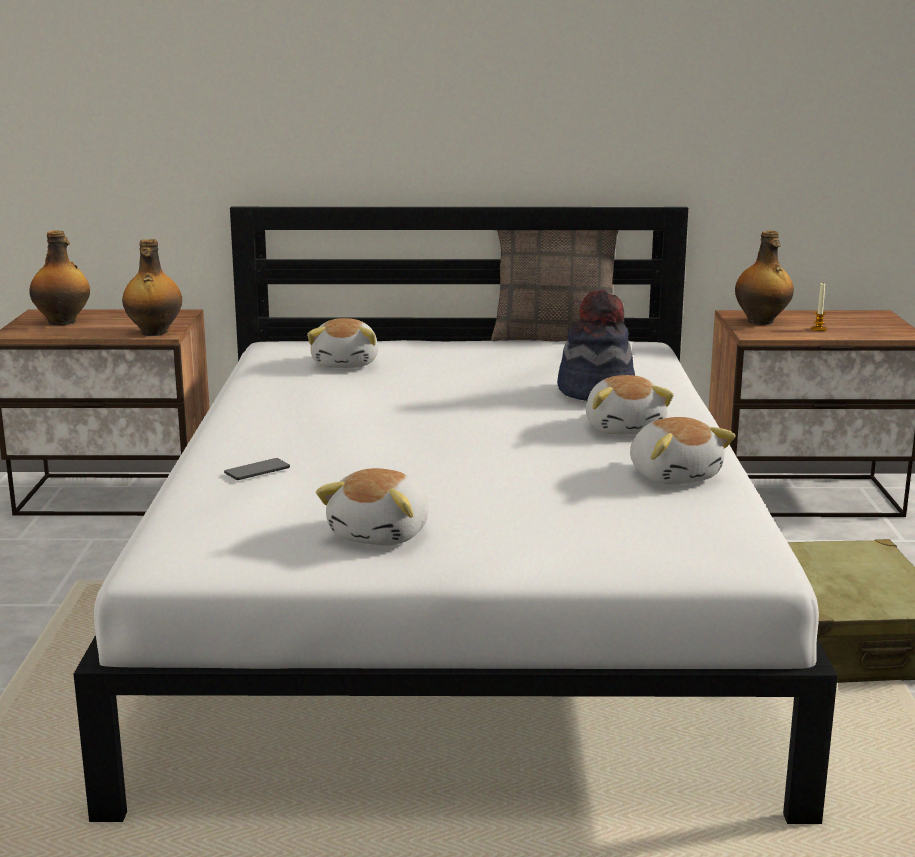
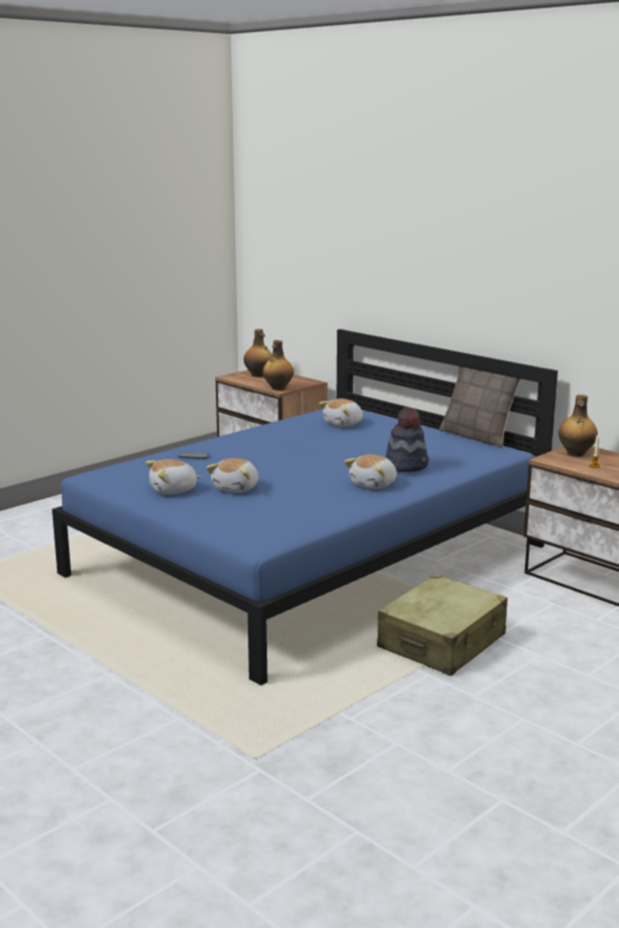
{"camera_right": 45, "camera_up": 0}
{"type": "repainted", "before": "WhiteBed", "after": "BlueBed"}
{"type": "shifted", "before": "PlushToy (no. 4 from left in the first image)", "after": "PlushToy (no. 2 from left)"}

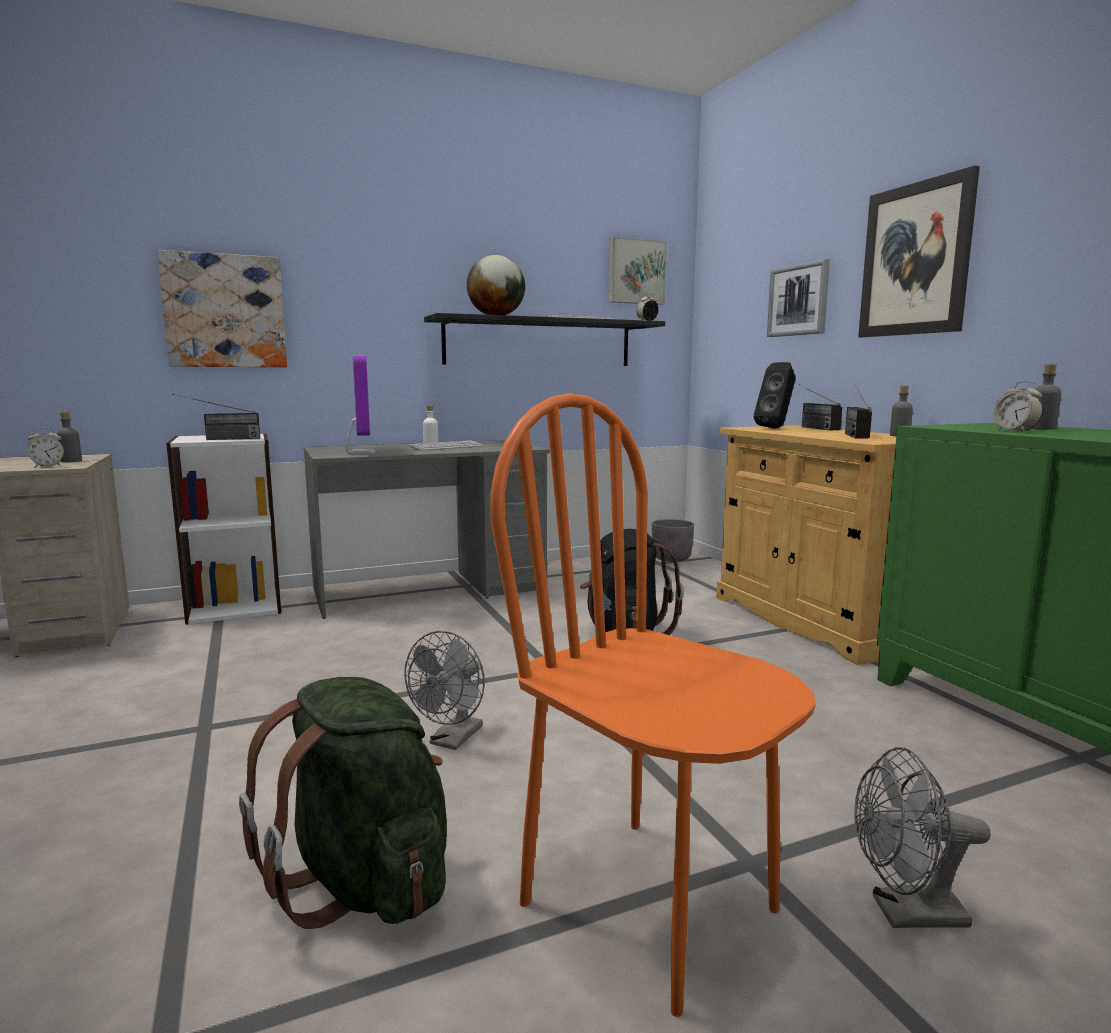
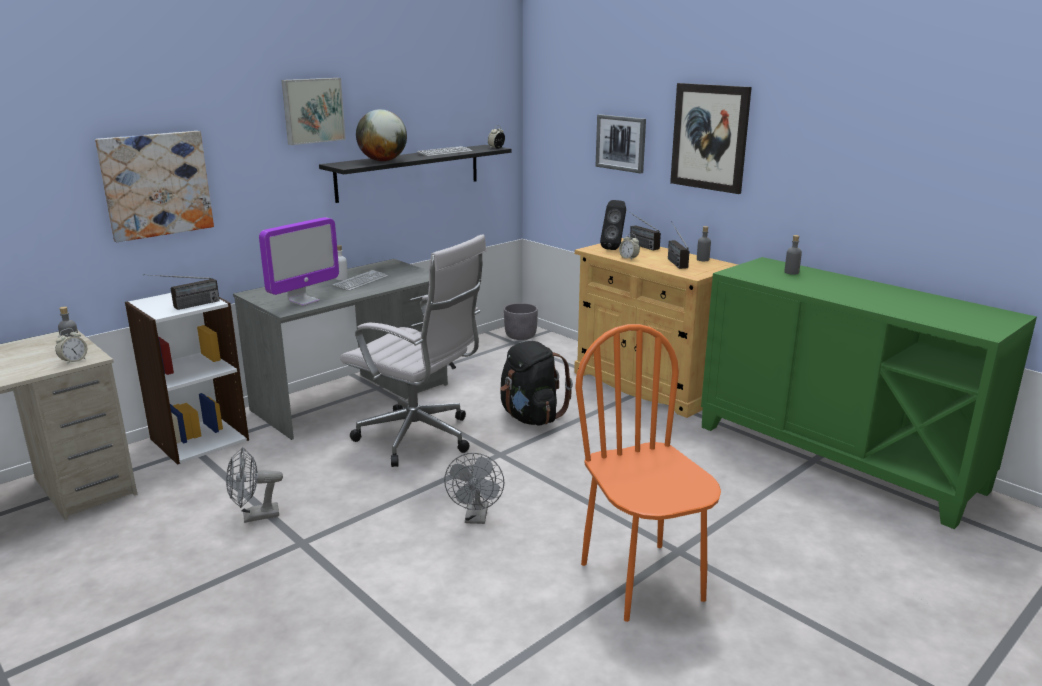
{"camera_right": -20, "camera_up": 10}
{"type": "gone", "before": "GreenBackpack"}
{"type": "rotated", "before": "Monitor", "turn": 75}
{"type": "rotated", "before": "OrangeChair", "turn": 45}
{"type": "shifted", "before": "Picture (no. 2 from left)"}
{"type": "shifted", "before": "GreyFan (no. 2 from left in the first image)", "after": "GreyFan (no. 1 from left)"}
{"type": "shifted", "before": "AlarmClock (no. 3 from left)"}
{"type": "new", "after": "WhiteOfficeChair"}

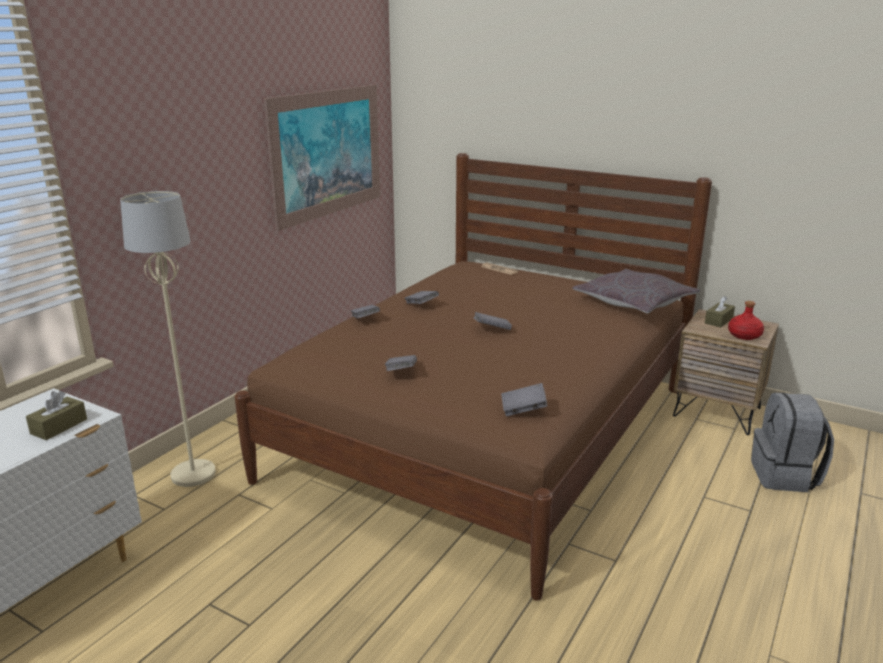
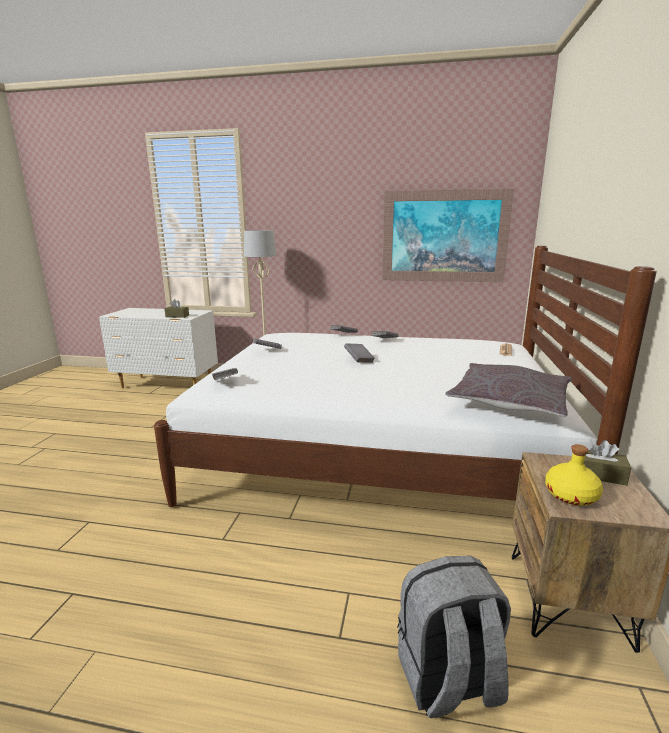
{"camera_right": 70, "camera_up": -5}
{"type": "repainted", "before": "BrownBed", "after": "WhiteBed"}
{"type": "repainted", "before": "RedBottle", "after": "YellowBottle"}

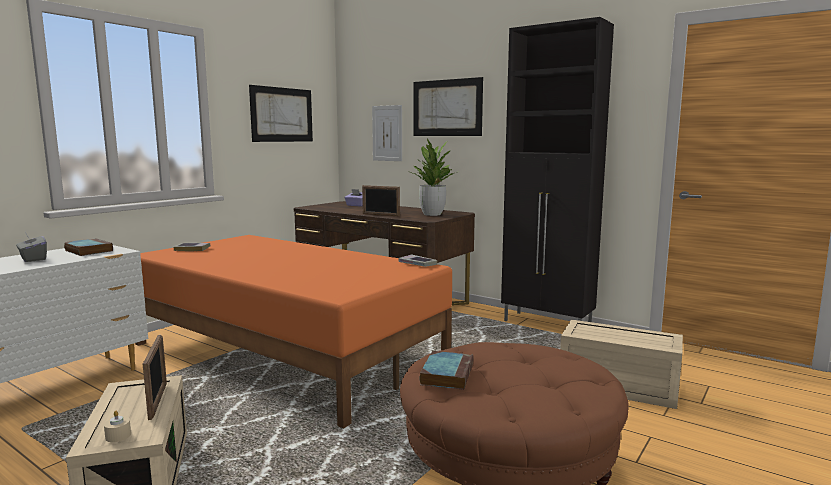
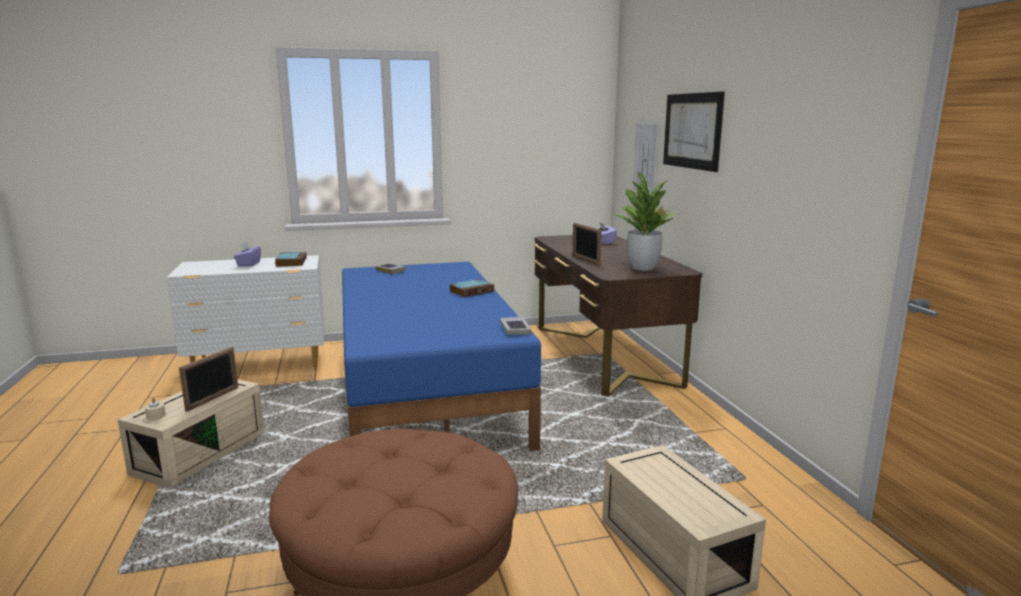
{"camera_right": 40, "camera_up": 5}
{"type": "repainted", "before": "GreyTissueBox", "after": "PurpleTissueBox (no. 1 from left)"}
{"type": "repainted", "before": "OrangeBed", "after": "BlueBed"}
{"type": "gone", "before": "Picture (no. 1 from left)"}
{"type": "shifted", "before": "Book (no. 4 from left in the first image)", "after": "Book (no. 3 from left)"}
{"type": "gone", "before": "BlackCabinet"}

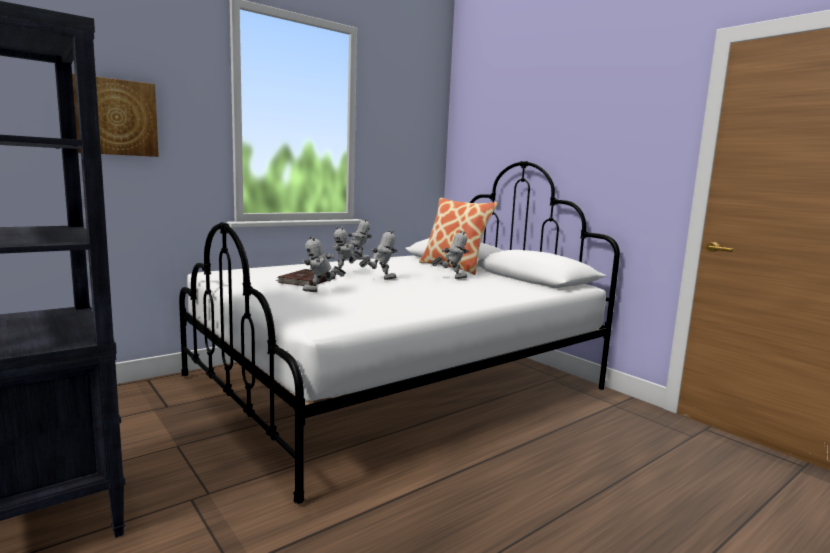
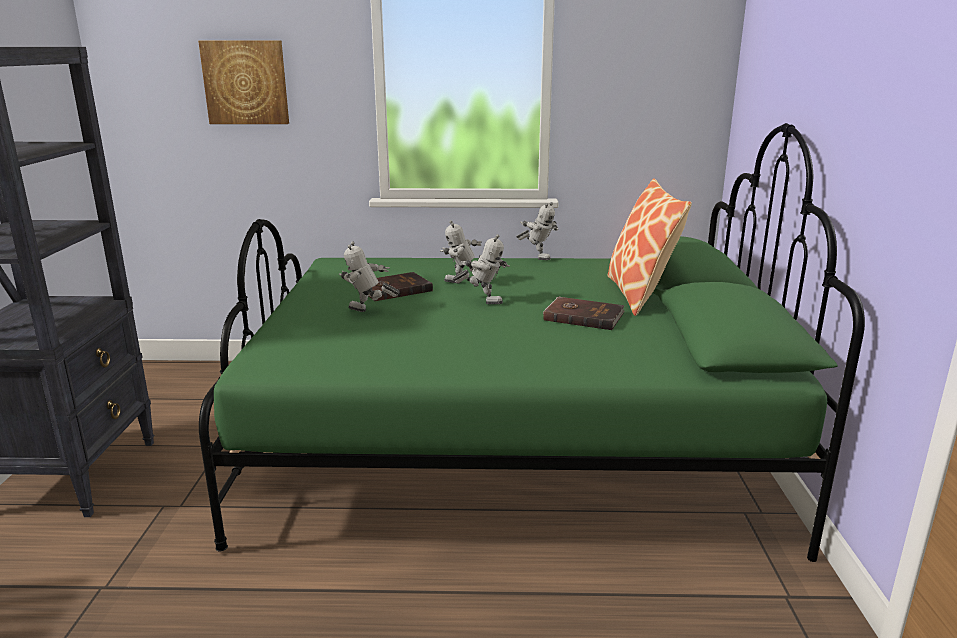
{"camera_right": 40, "camera_up": 10}
{"type": "repainted", "before": "WhiteBed", "after": "GreenBed"}
{"type": "swapped", "before": "ToyRobot (no. 5 from left)", "after": "BrownBook (no. 2 from left)"}

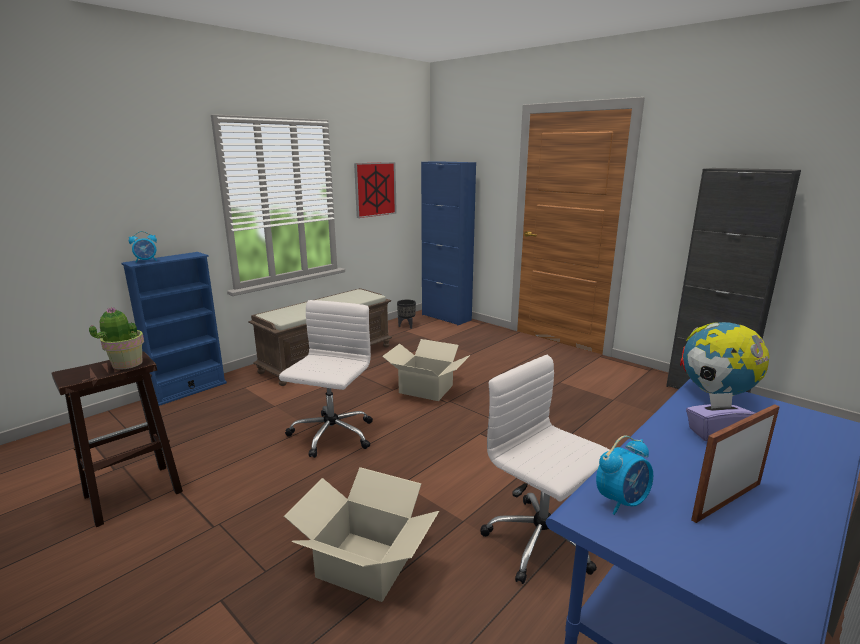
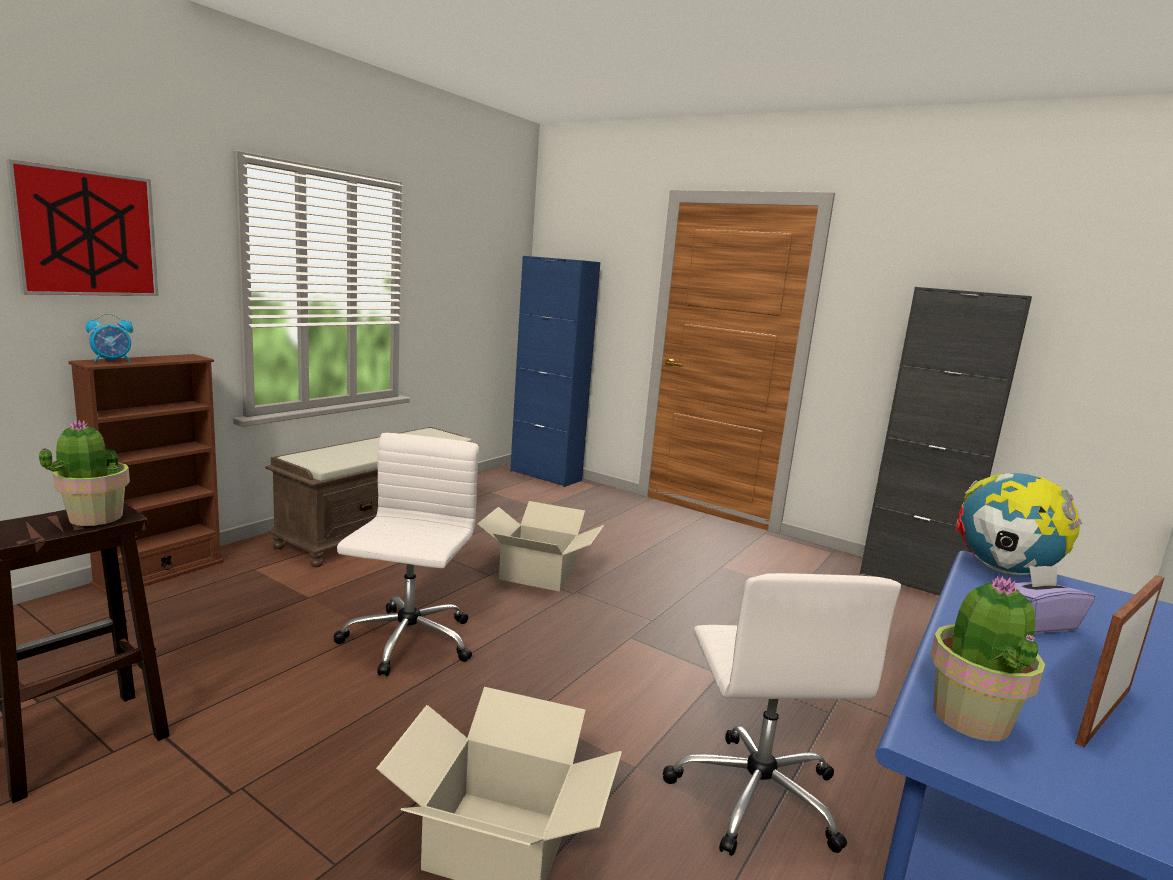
{"camera_right": -10, "camera_up": -5}
{"type": "repainted", "before": "BlueBookcase", "after": "BrownBookcase"}
{"type": "shifted", "before": "Picture"}
{"type": "gone", "before": "BlackPlanter"}
{"type": "rotated", "before": "WhiteOfficeChair (no. 2 from left)", "turn": -135}
{"type": "swapped", "before": "AlarmClock (no. 2 from left)", "after": "PottedPlant (no. 2 from left)"}

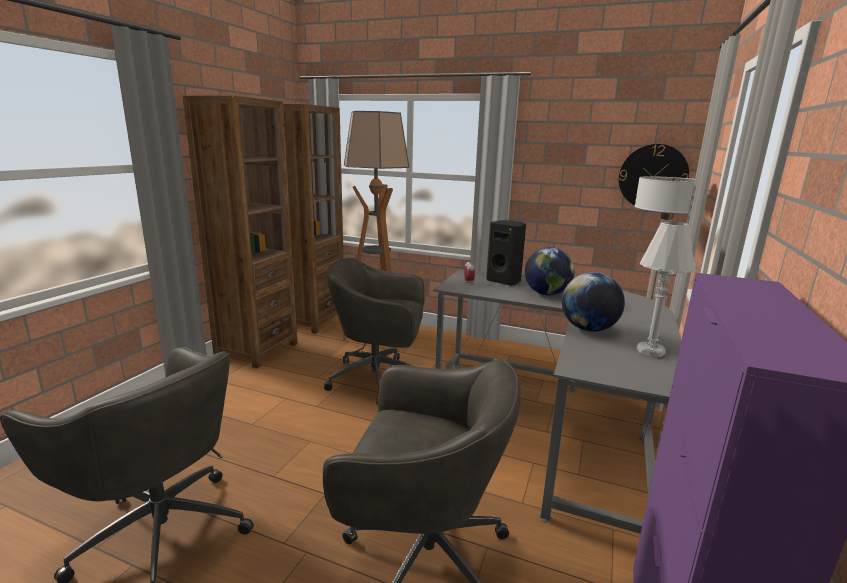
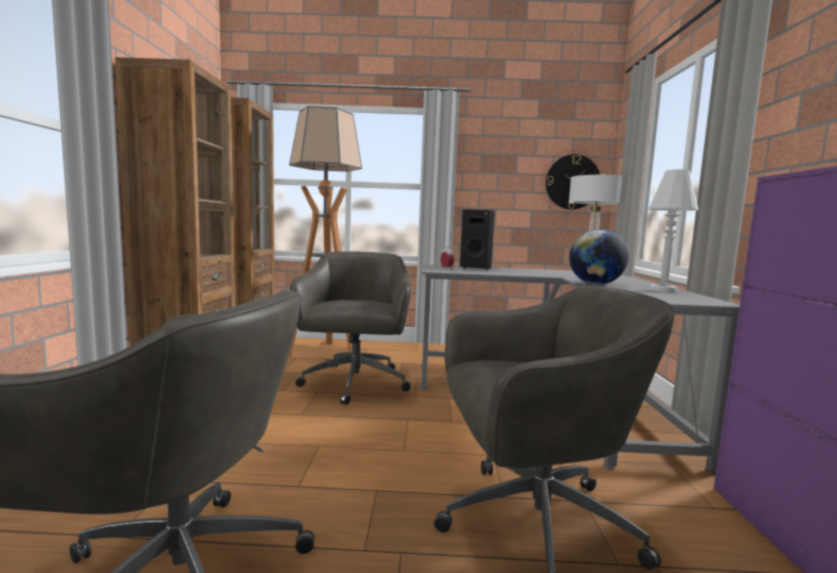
{"camera_right": -20, "camera_up": -10}
{"type": "rotated", "before": "GreyOfficeChair (no. 2 from left)", "turn": 105}
{"type": "gone", "before": "Globe (no. 1 from left)"}

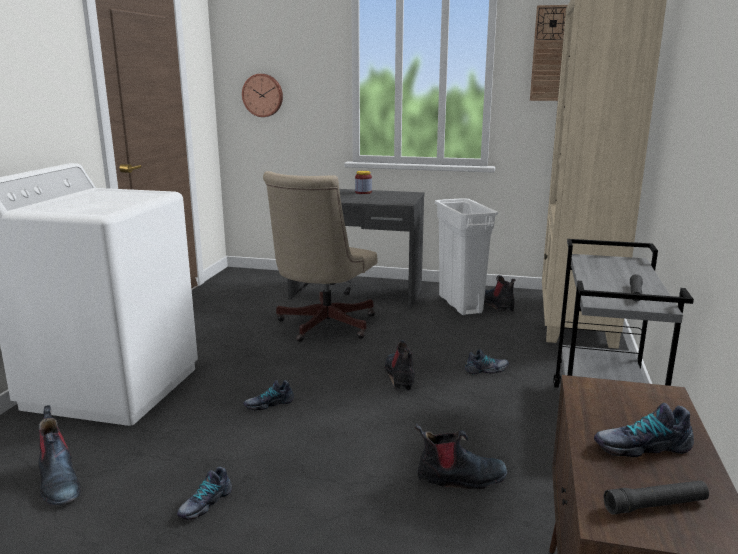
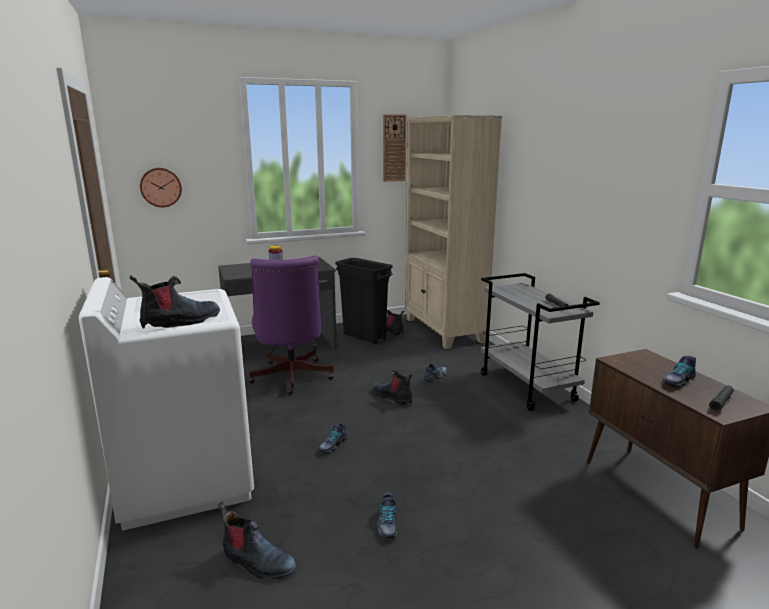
{"camera_right": -35, "camera_up": 0}
{"type": "repainted", "before": "BeigeOfficeChair", "after": "PurpleOfficeChair"}
{"type": "shifted", "before": "Boot (no. 3 from left in the first image)", "after": "Boot (no. 1 from left)"}
{"type": "repainted", "before": "WhiteTrashCan", "after": "BlackTrashCan"}

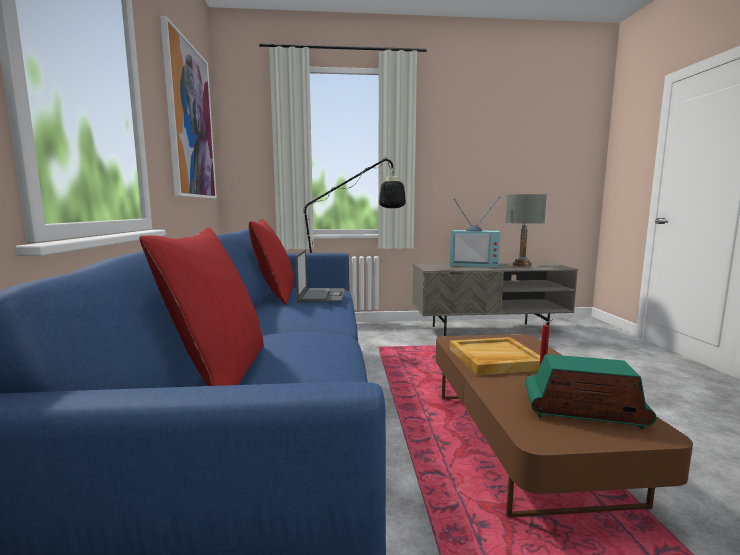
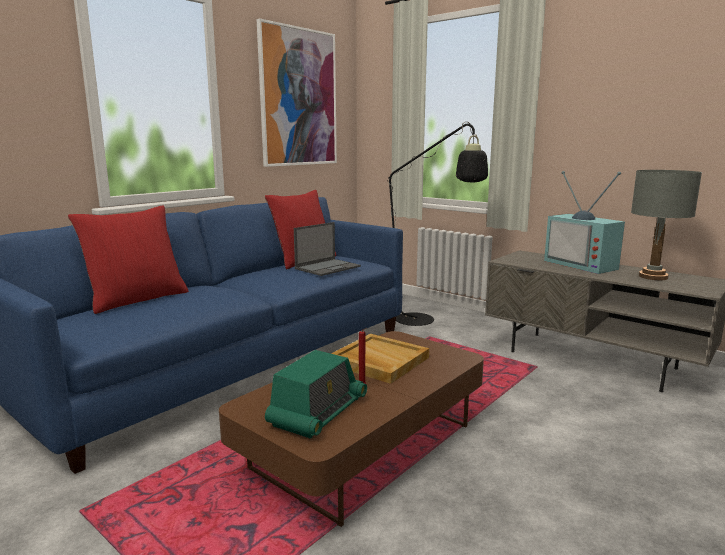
{"camera_right": 45, "camera_up": 5}
{"type": "rotated", "before": "Radio", "turn": 60}

